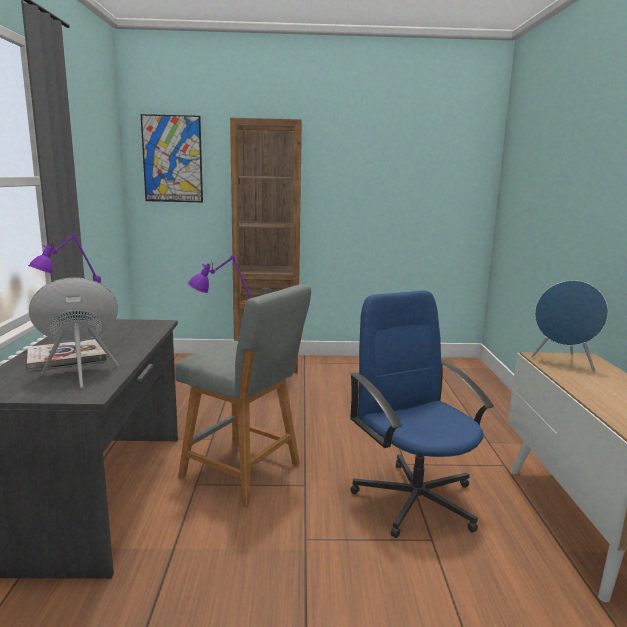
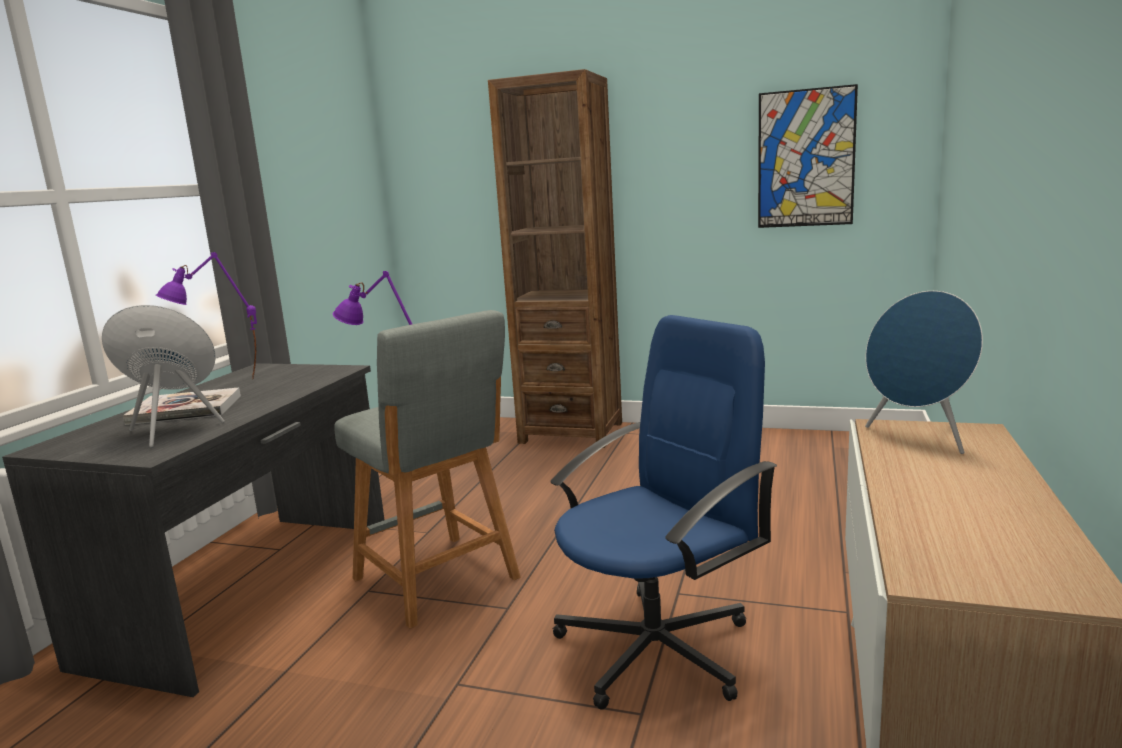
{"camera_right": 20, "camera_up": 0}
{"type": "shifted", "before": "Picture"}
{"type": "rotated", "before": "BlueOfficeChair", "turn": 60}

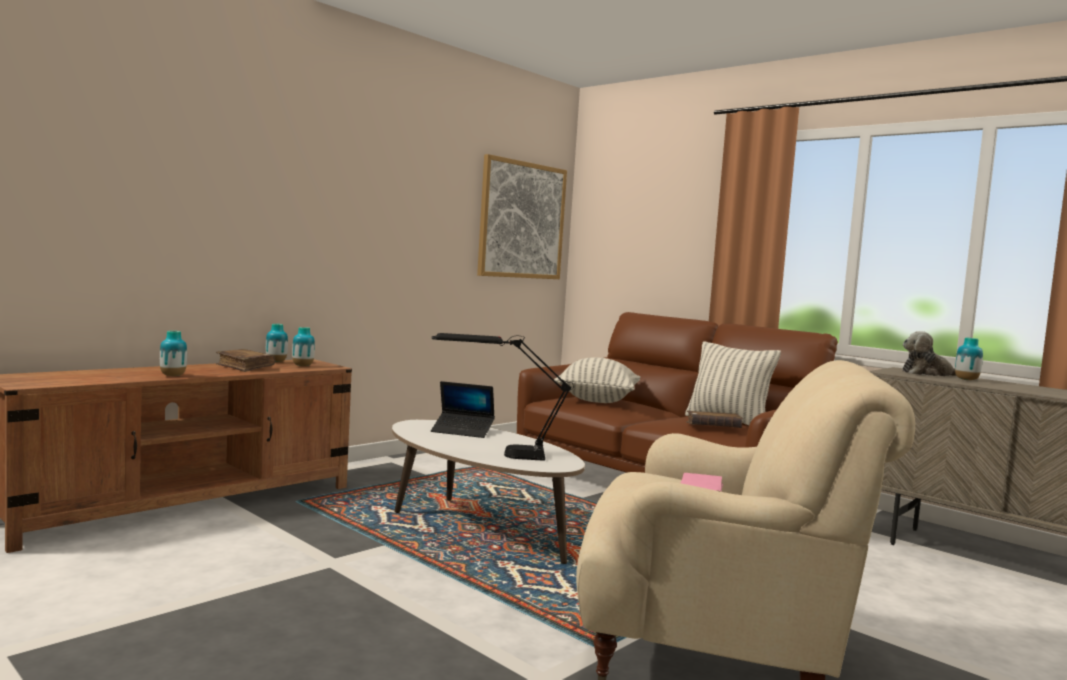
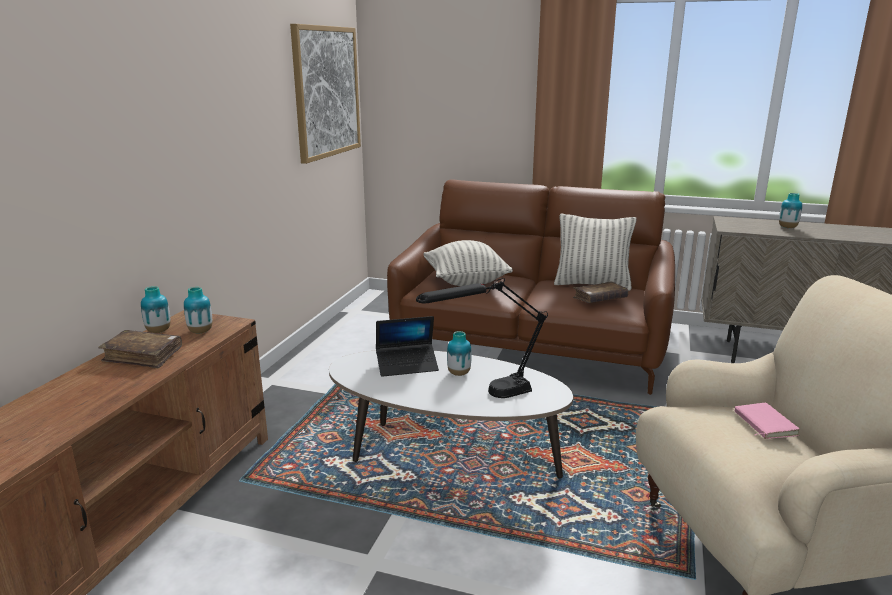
{"camera_right": -25, "camera_up": 15}
{"type": "shifted", "before": "Vase (no. 1 from left in the first image)", "after": "Vase (no. 3 from left)"}
{"type": "gone", "before": "PlushToy"}

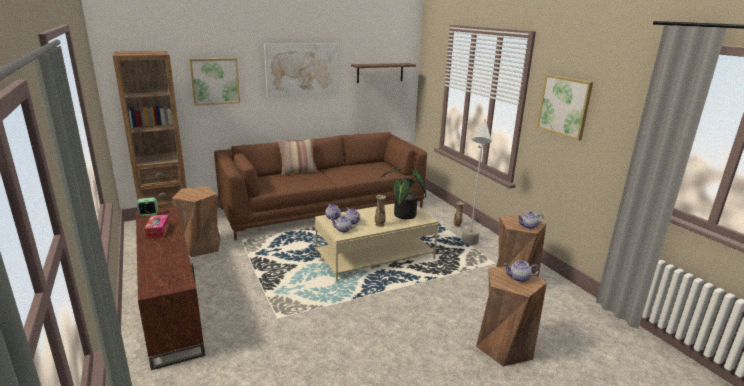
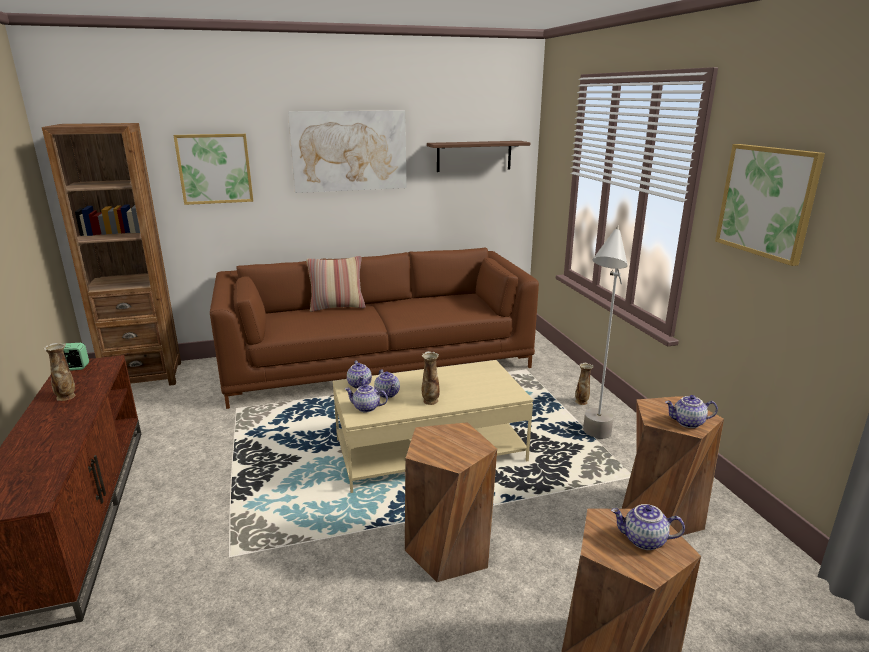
{"camera_right": 10, "camera_up": 0}
{"type": "swapped", "before": "TissueBox", "after": "Vase (no. 1 from left)"}
{"type": "shifted", "before": "BrownStool (no. 1 from left)"}
{"type": "gone", "before": "PottedPlant"}

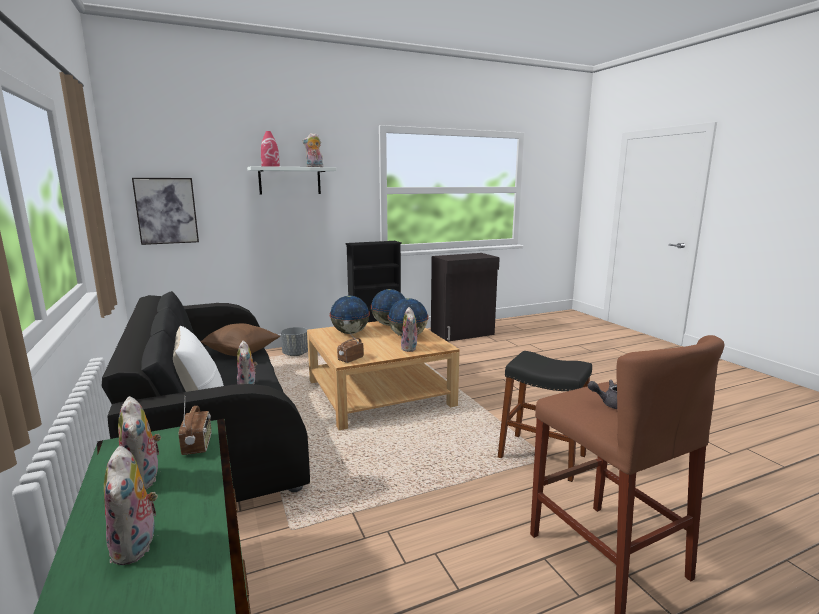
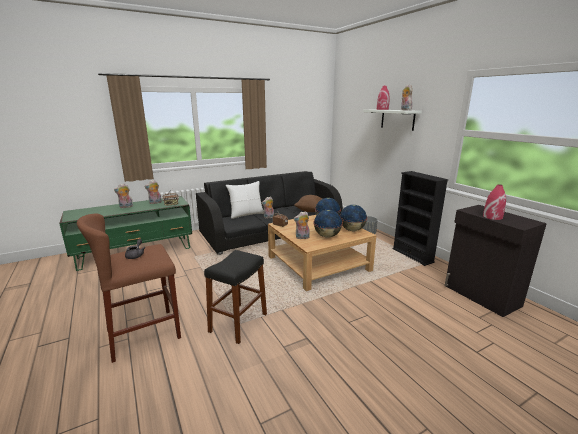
{"camera_right": 85, "camera_up": 5}
{"type": "gone", "before": "Picture"}
{"type": "new", "after": "RedVase (no. 2 from left)"}

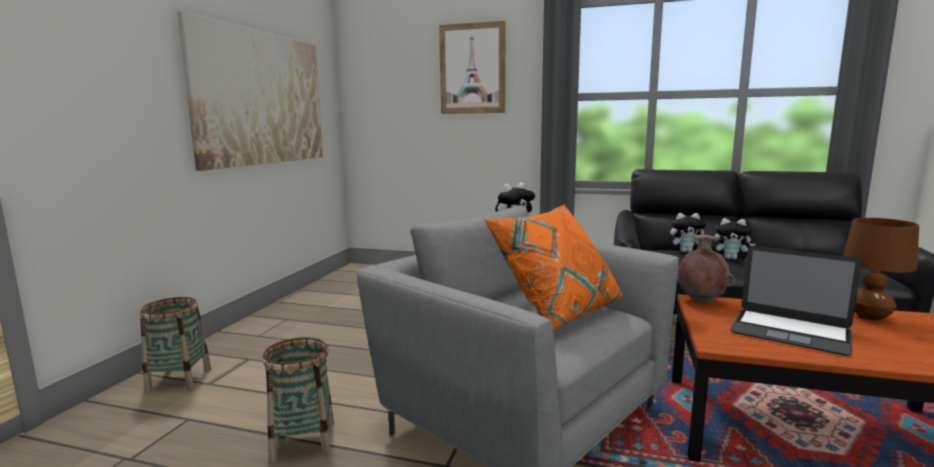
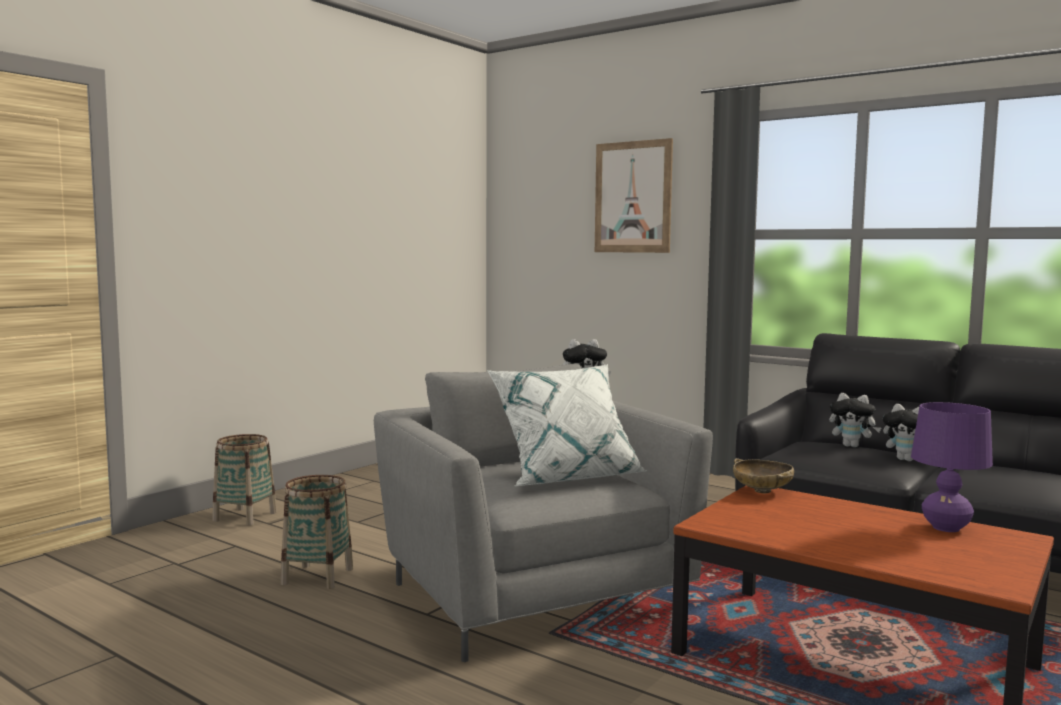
{"camera_right": 20, "camera_up": -5}
{"type": "gone", "before": "Picture (no. 1 from left)"}
{"type": "repainted", "before": "OrangePillow", "after": "WhitePillow"}
{"type": "swapped", "before": "BrownVase", "after": "BeigeBowl"}
{"type": "gone", "before": "Laptop"}
{"type": "repainted", "before": "BrownTableLamp", "after": "PurpleTableLamp"}

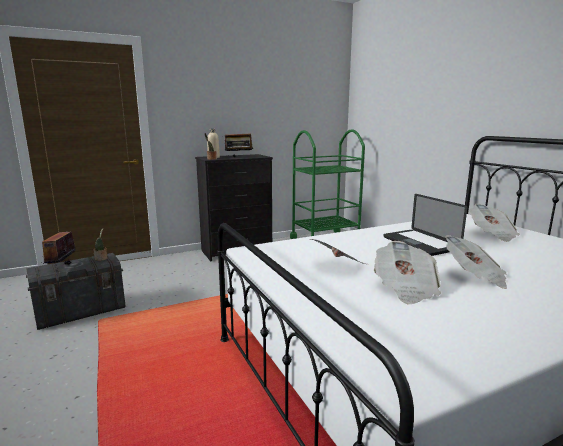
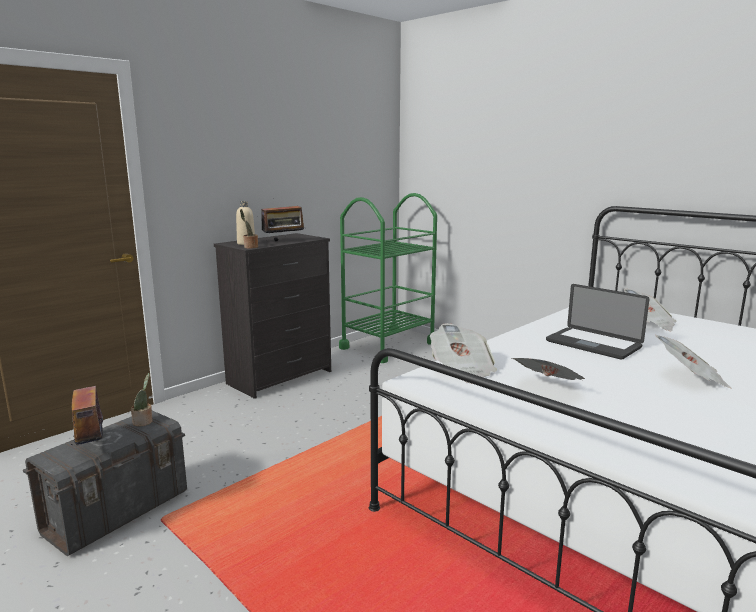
{"camera_right": -20, "camera_up": 0}
{"type": "shifted", "before": "Newspaper (no. 2 from left in the first image)", "after": "Newspaper (no. 1 from left)"}

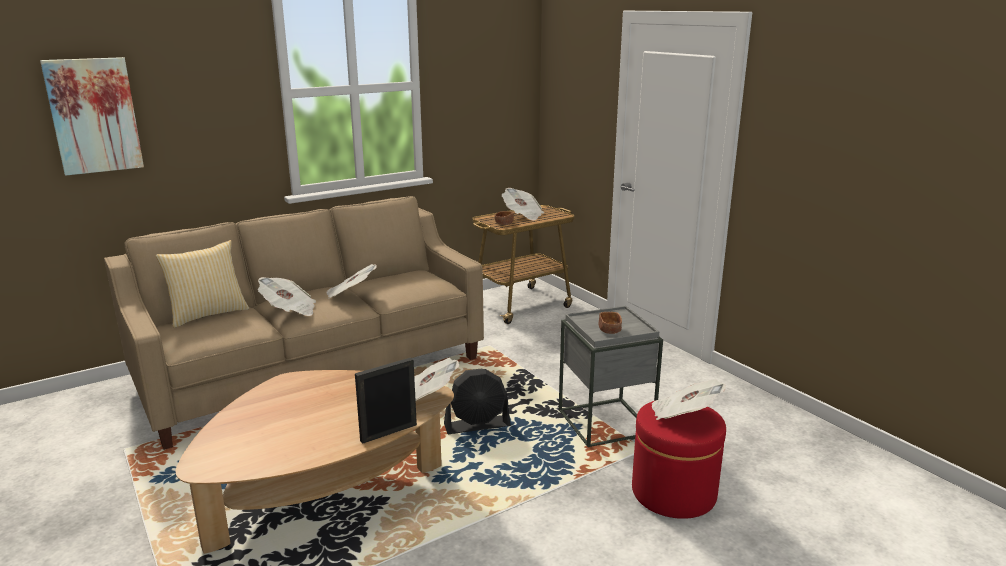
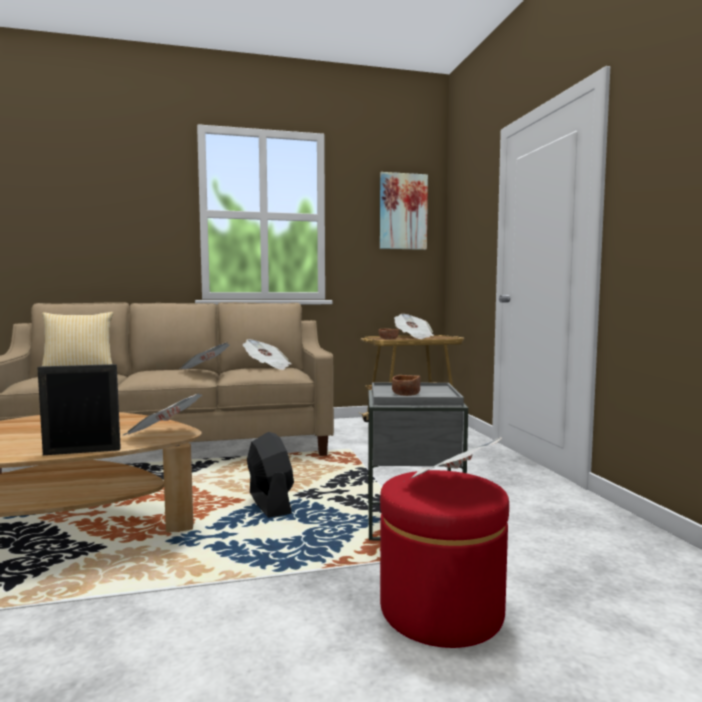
{"camera_right": 20, "camera_up": -15}
{"type": "shifted", "before": "Picture"}
{"type": "shifted", "before": "Newspaper (no. 1 from left in the first image)", "after": "Newspaper (no. 3 from left)"}
{"type": "rotated", "before": "BlackFan", "turn": -120}

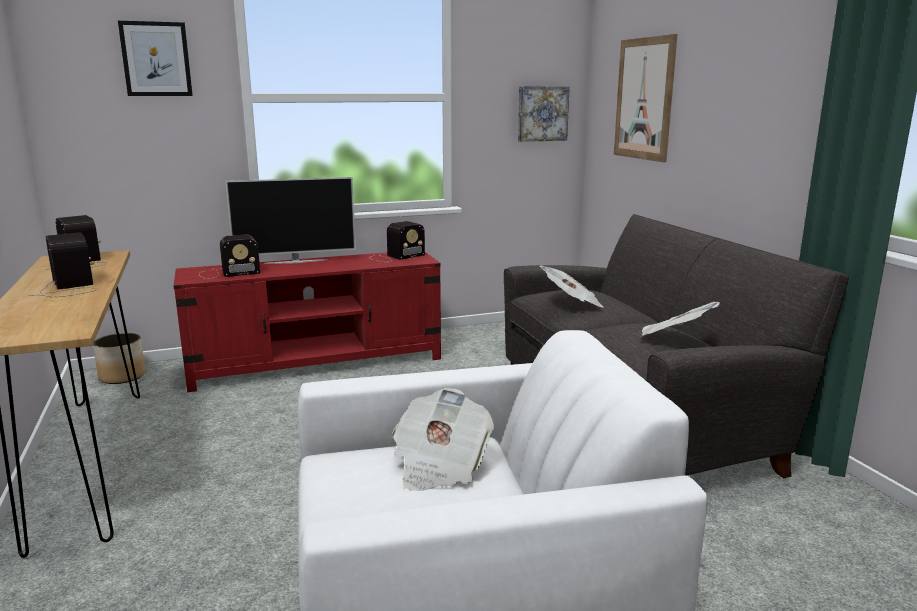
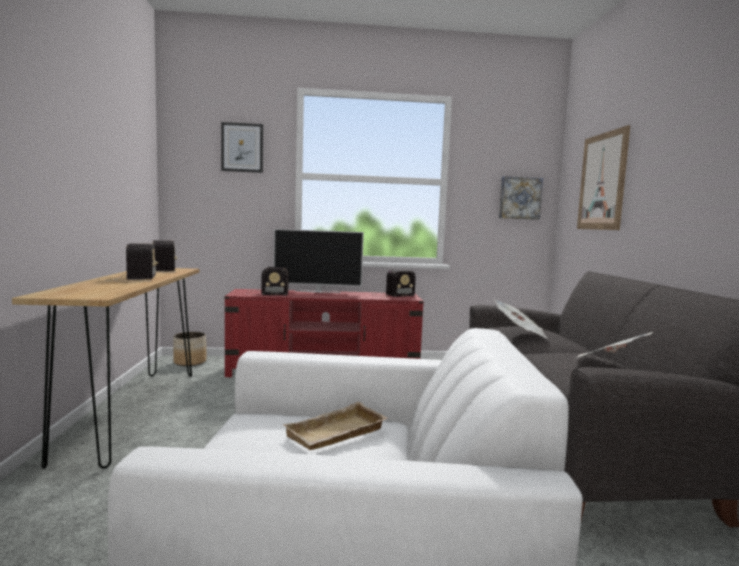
{"camera_right": 15, "camera_up": -10}
{"type": "swapped", "before": "Newspaper (no. 1 from left)", "after": "BeigeTray"}

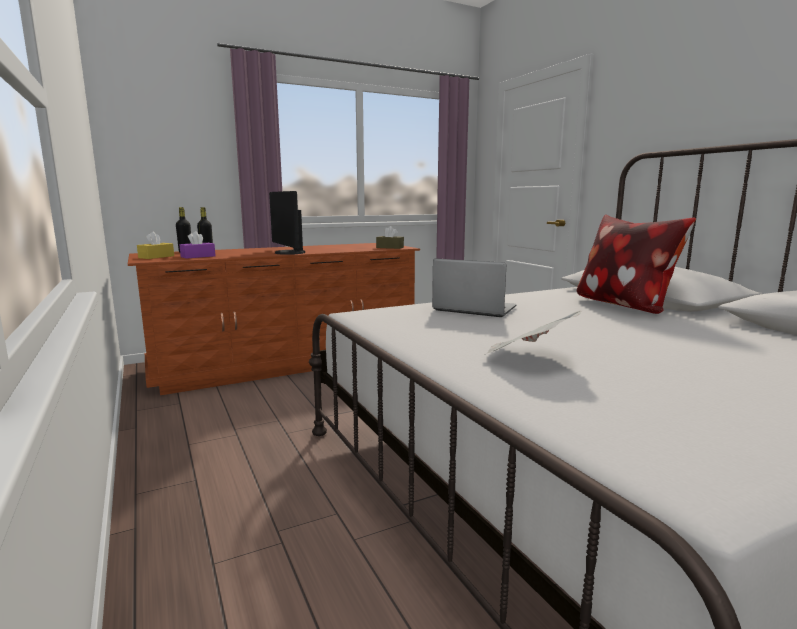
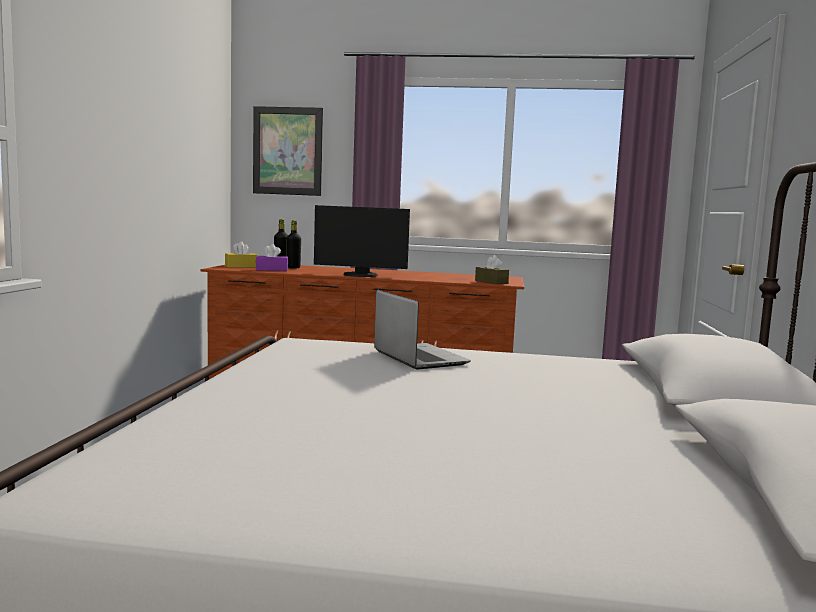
{"camera_right": 35, "camera_up": -5}
{"type": "rotated", "before": "Monitor", "turn": -90}
{"type": "gone", "before": "Newspaper"}
{"type": "gone", "before": "Pillow"}
{"type": "new", "after": "Picture"}

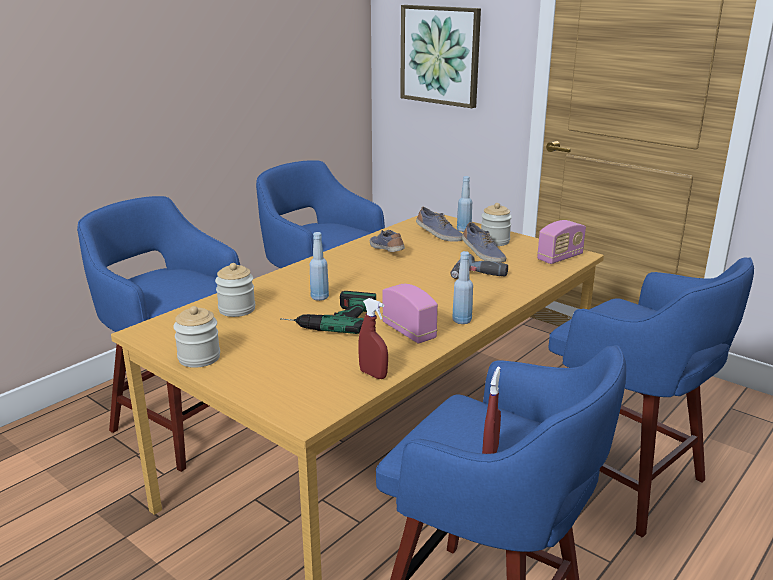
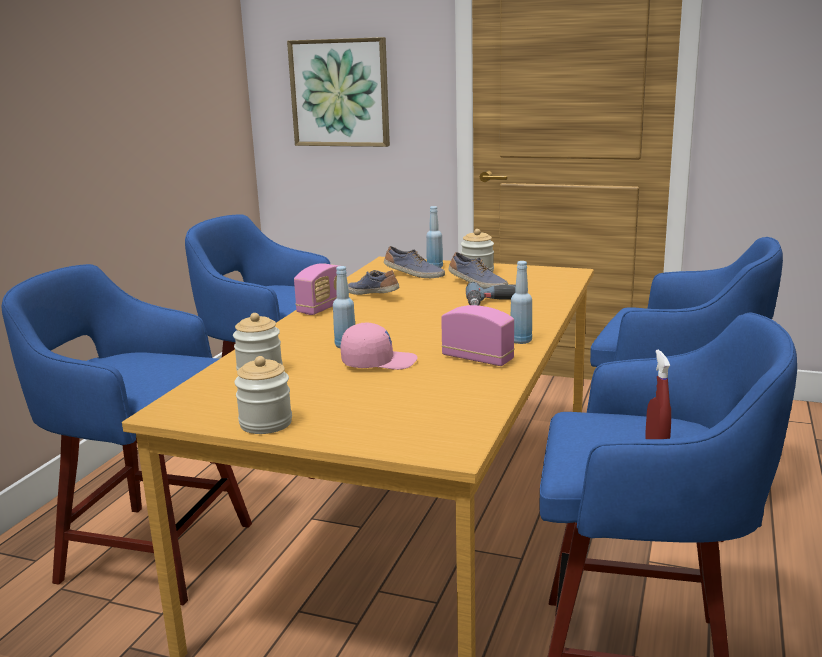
{"camera_right": -20, "camera_up": -5}
{"type": "swapped", "before": "PowerDrill (no. 1 from left)", "after": "PinkCap"}
{"type": "gone", "before": "RedSprayBottle (no. 1 from left)"}
{"type": "shifted", "before": "Radio (no. 2 from left in the first image)", "after": "Radio (no. 1 from left)"}

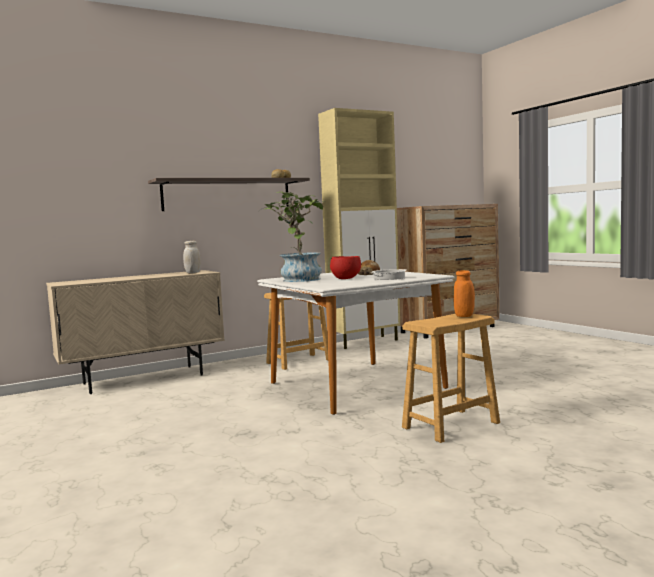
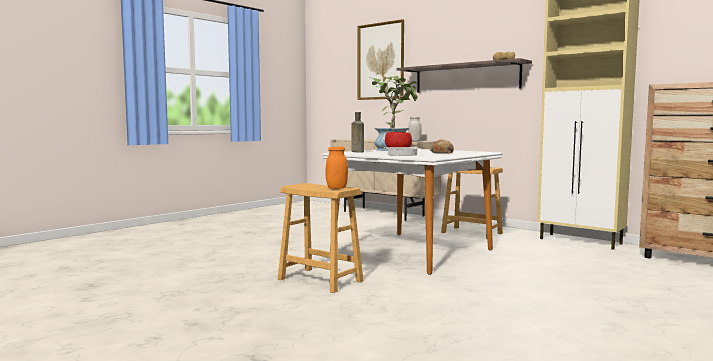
{"camera_right": 70, "camera_up": 0}
{"type": "new", "after": "BrownBottle"}
{"type": "new", "after": "Picture"}

